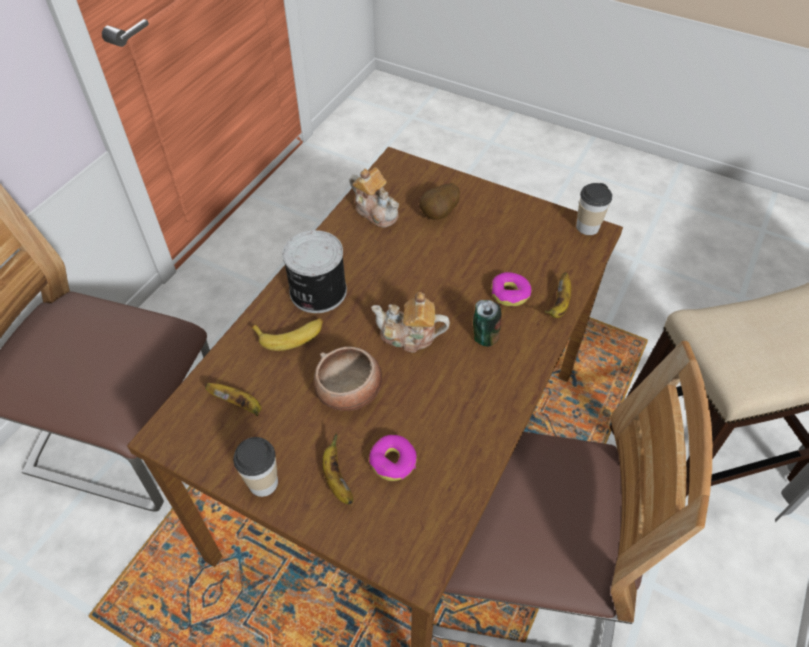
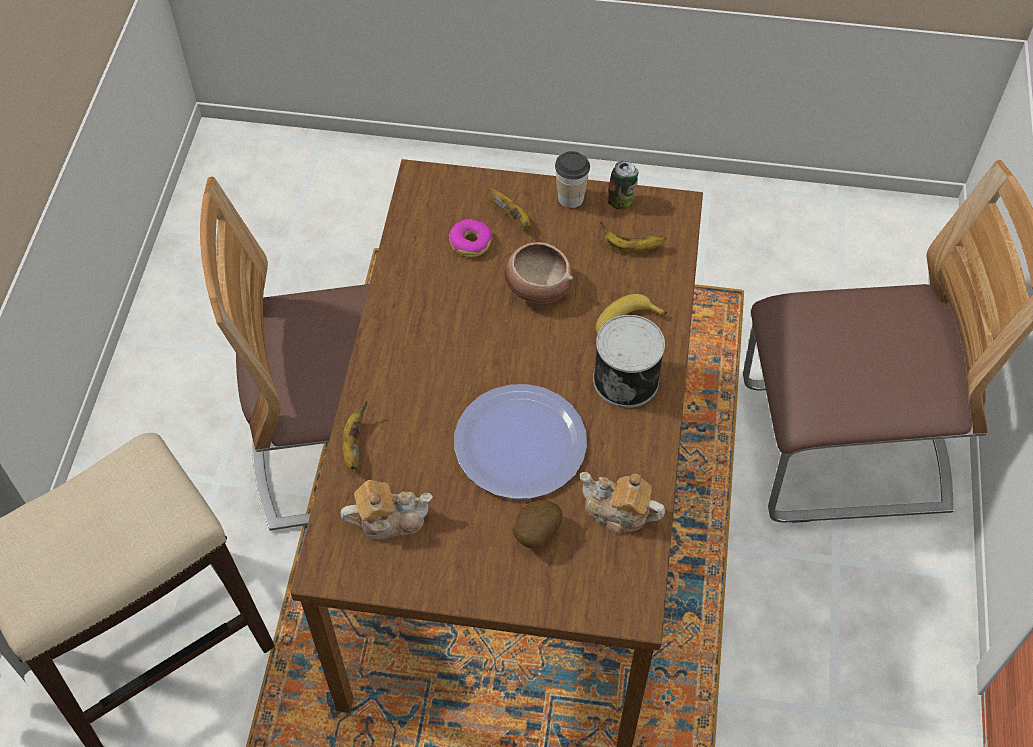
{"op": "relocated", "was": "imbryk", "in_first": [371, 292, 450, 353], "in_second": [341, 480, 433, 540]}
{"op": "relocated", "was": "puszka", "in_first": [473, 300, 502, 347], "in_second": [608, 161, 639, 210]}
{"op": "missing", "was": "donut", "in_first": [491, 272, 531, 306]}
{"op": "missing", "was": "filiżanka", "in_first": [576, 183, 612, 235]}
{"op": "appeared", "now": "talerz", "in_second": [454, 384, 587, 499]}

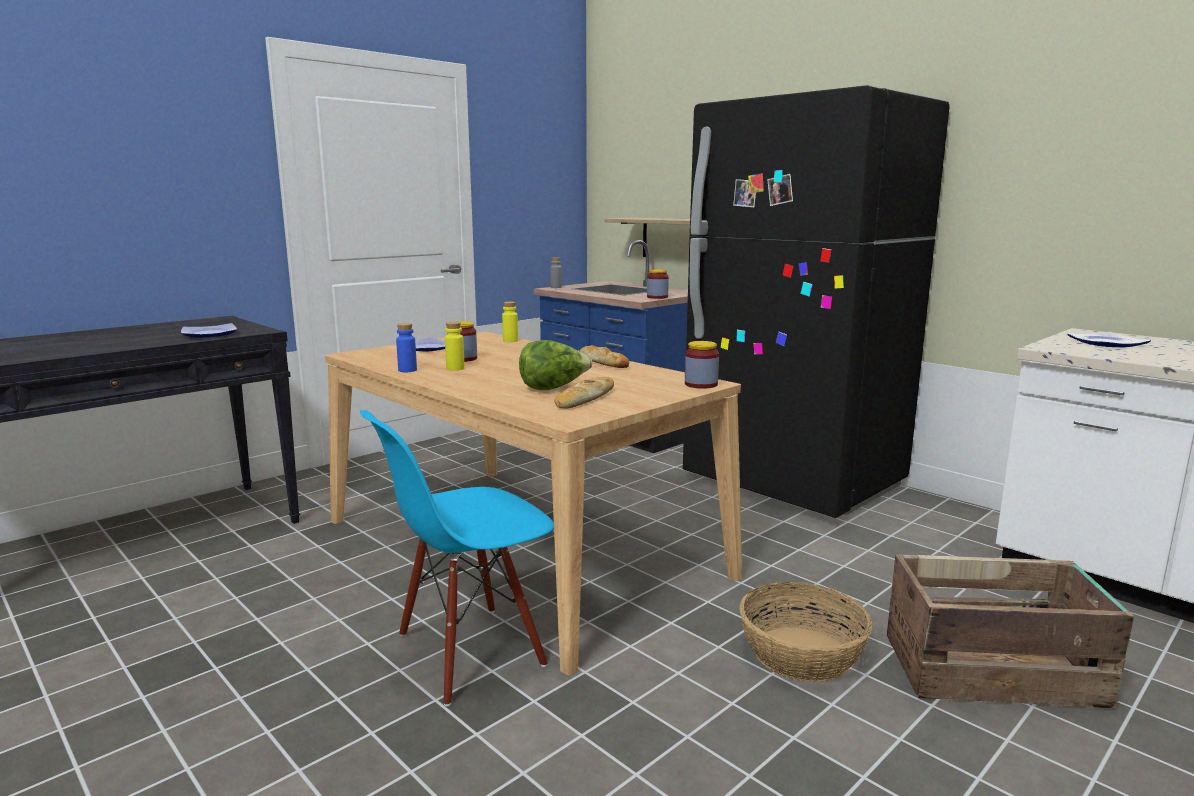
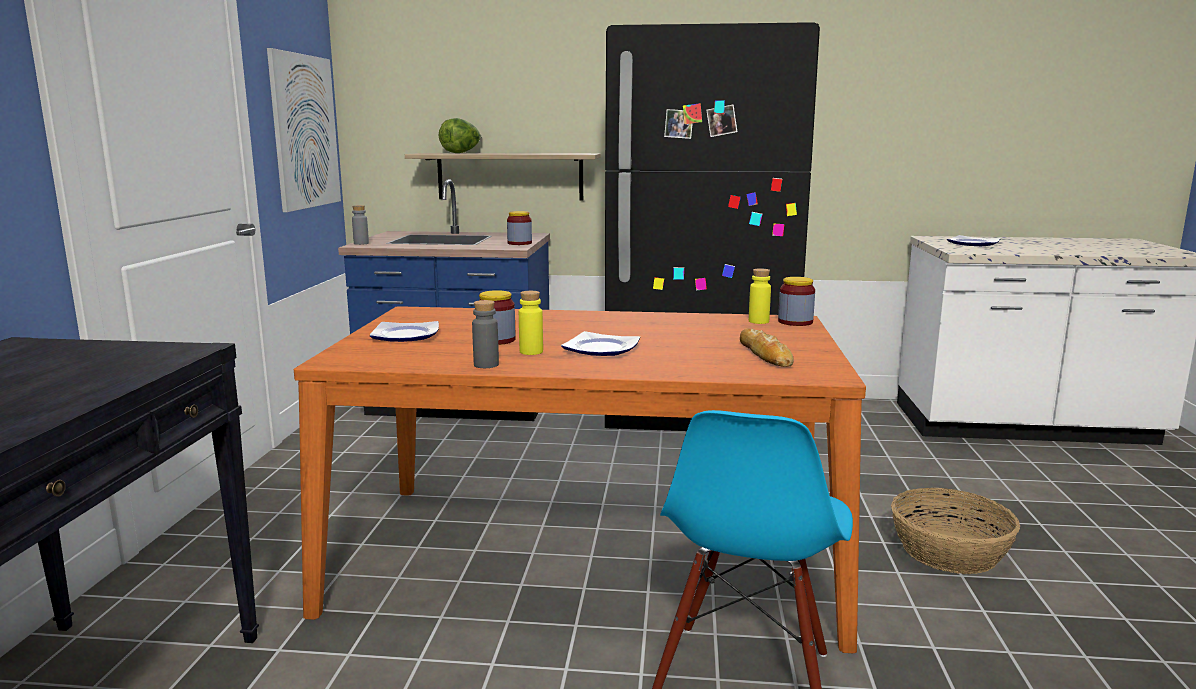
{"op": "relocated", "was": "talerz", "in_first": [181, 323, 237, 338], "in_second": [561, 331, 640, 356]}
{"op": "colour", "was": "stół jadalny (beżowy)", "now": "stół jadalny (pomarańczowy)", "in_first": [325, 332, 743, 676], "in_second": [294, 306, 866, 653]}
{"op": "colour", "was": "butelka (niebieski)", "now": "butelka (szary)", "in_first": [396, 323, 417, 372], "in_second": [472, 300, 499, 368]}
{"op": "relocated", "was": "butelka (żółty)", "in_first": [502, 301, 518, 342], "in_second": [749, 268, 771, 324]}
{"op": "relocated", "was": "sałata", "in_first": [519, 340, 592, 390], "in_second": [439, 118, 481, 153]}
{"op": "missing", "was": "chleb", "in_first": [579, 345, 629, 368]}
{"op": "missing", "was": "skrzynka", "in_first": [887, 554, 1134, 708]}
{"op": "appeared", "now": "obraz", "in_second": [267, 48, 341, 212]}

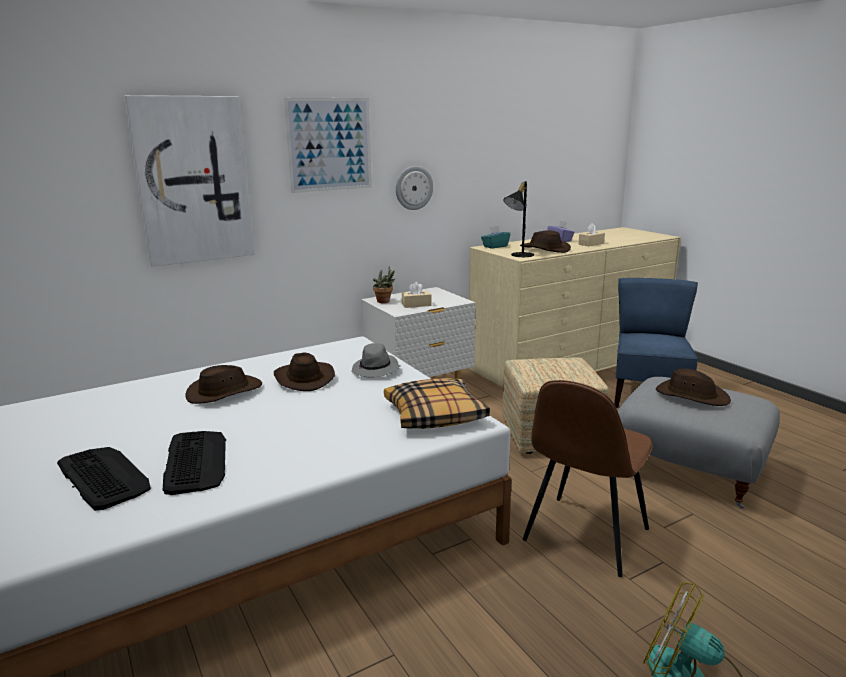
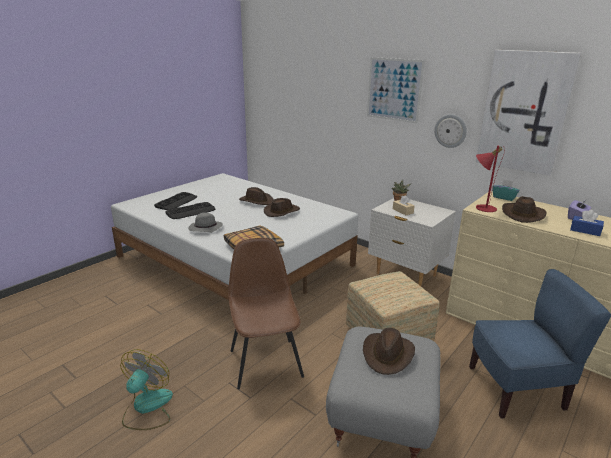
{"op": "relocated", "was": "obraz", "in_first": [124, 95, 255, 266], "in_second": [476, 50, 581, 176]}
{"op": "relocated", "was": "kapelusz (szary)", "in_first": [351, 343, 401, 378], "in_second": [188, 212, 223, 233]}
{"op": "colour", "was": "lampa stołowa (czarny)", "now": "lampa stołowa (czerwony)", "in_first": [503, 181, 534, 257], "in_second": [476, 146, 505, 212]}
{"op": "spun", "was": "krzesło (brązowy)", "in_first": [523, 380, 653, 577], "in_second": [228, 238, 304, 389], "clockwise": 60}
{"op": "colour", "was": "pudełko chusteczek (beżowy)", "now": "pudełko chusteczek (niebieski)", "in_first": [579, 223, 605, 246], "in_second": [570, 210, 604, 236]}

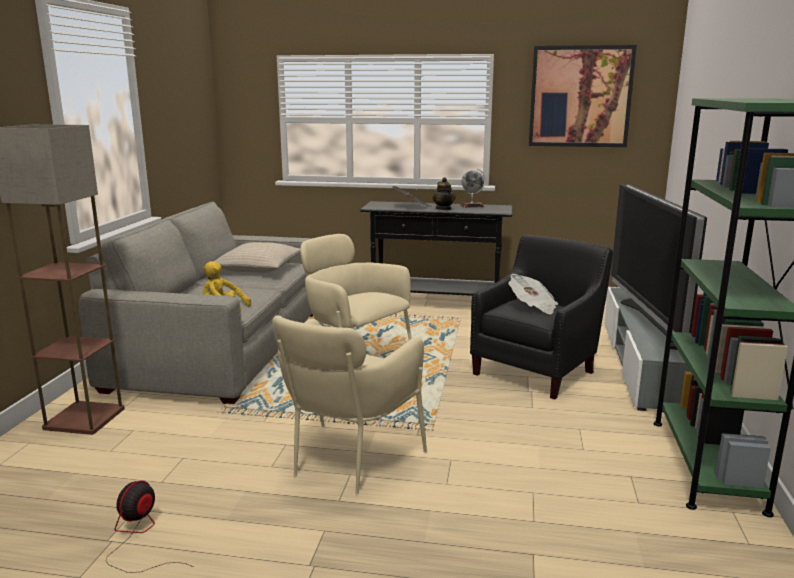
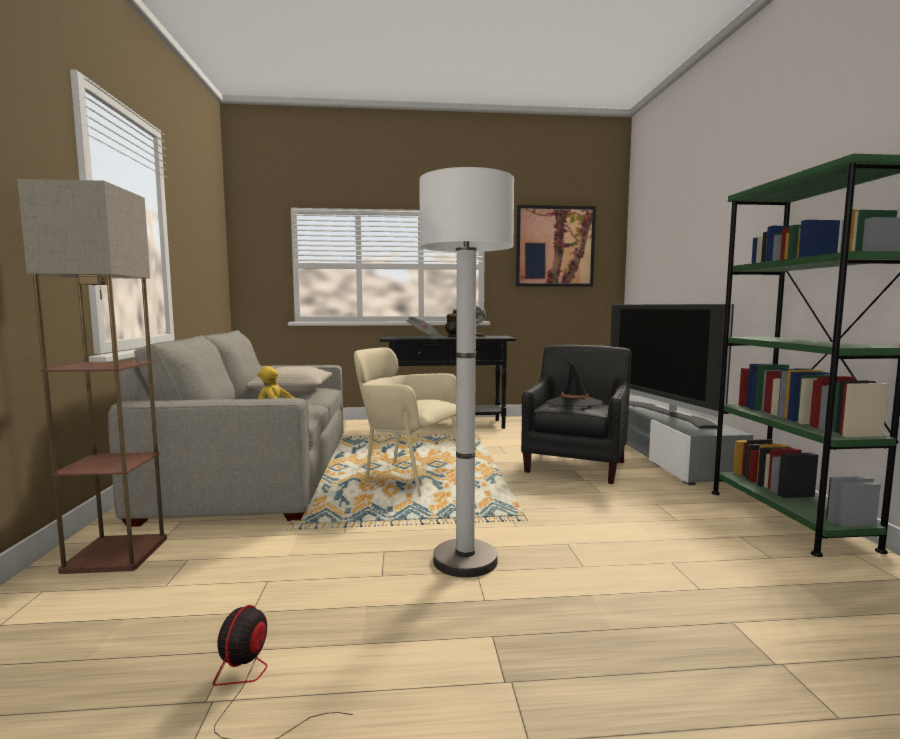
{"op": "exchanged", "was": "fotel (beżowy)", "now": "lampa stojąca (biały)", "in_first": [272, 315, 427, 494], "in_second": [419, 167, 514, 578]}
{"op": "exchanged", "was": "gazeta", "now": "kapelusz (czarny)", "in_first": [508, 274, 558, 314], "in_second": [546, 362, 604, 407]}

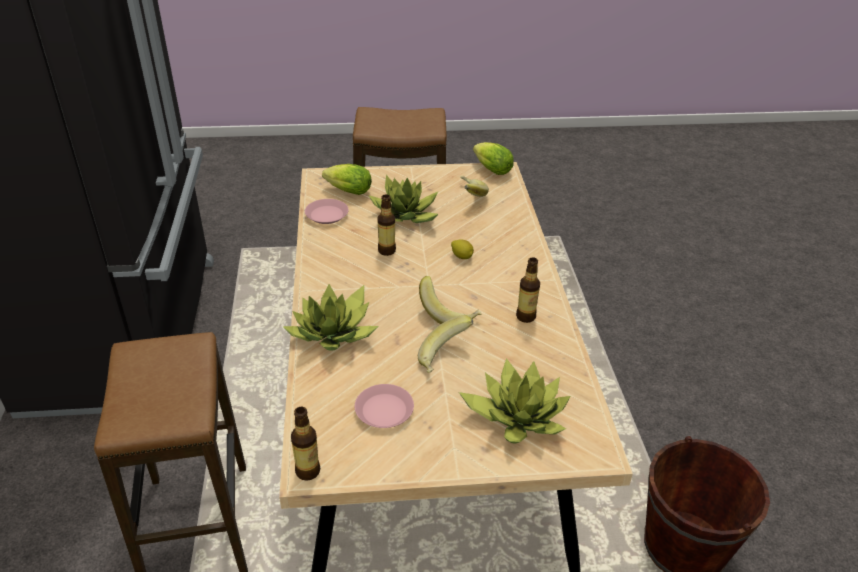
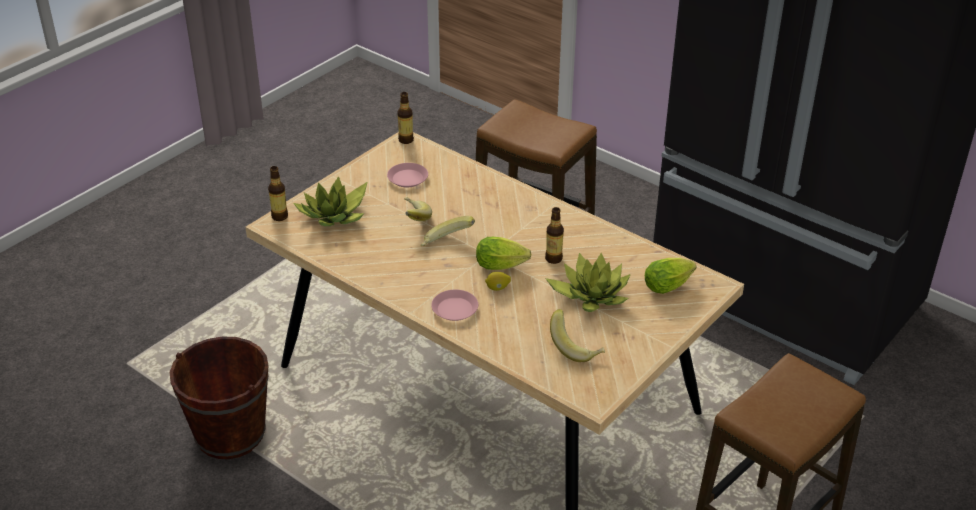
{"op": "missing", "was": "roślina doniczkowa", "in_first": [282, 284, 379, 351]}
{"op": "relocated", "was": "talerz (różowy)", "in_first": [305, 199, 349, 224], "in_second": [431, 290, 478, 321]}
{"op": "relocated", "was": "sałata", "in_first": [473, 142, 514, 175], "in_second": [476, 237, 532, 270]}
{"op": "relocated", "was": "butelka", "in_first": [516, 257, 540, 323], "in_second": [268, 166, 288, 221]}

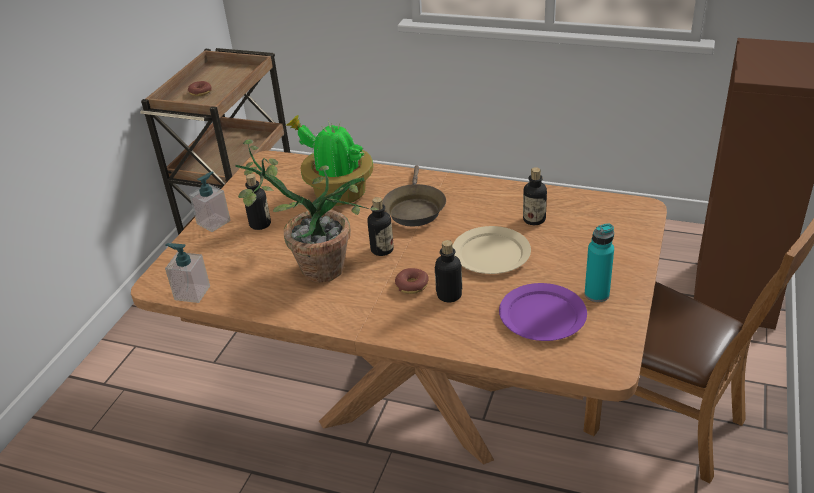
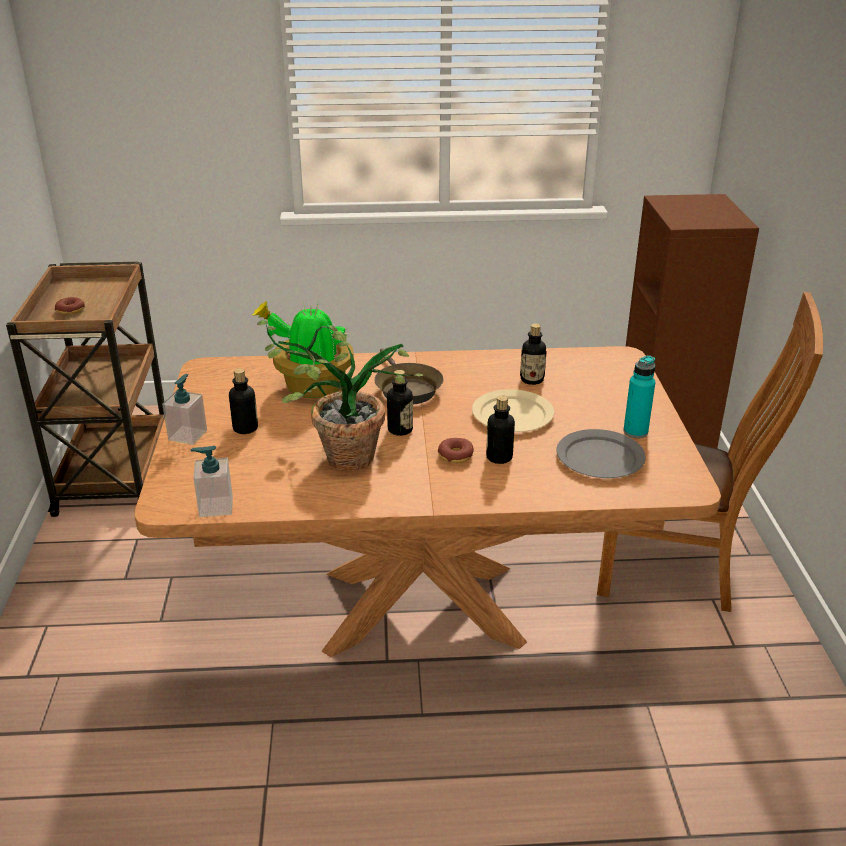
{"op": "colour", "was": "talerz (fioletowy)", "now": "talerz (szary)", "in_first": [499, 283, 587, 341], "in_second": [556, 429, 646, 478]}

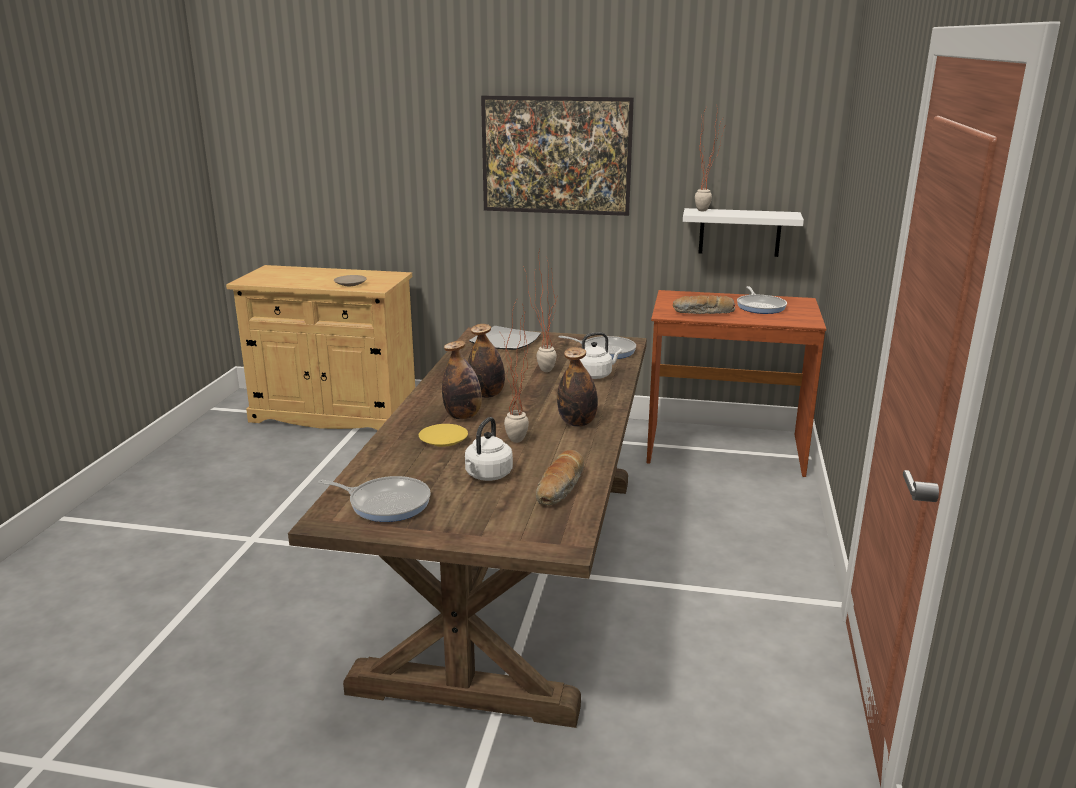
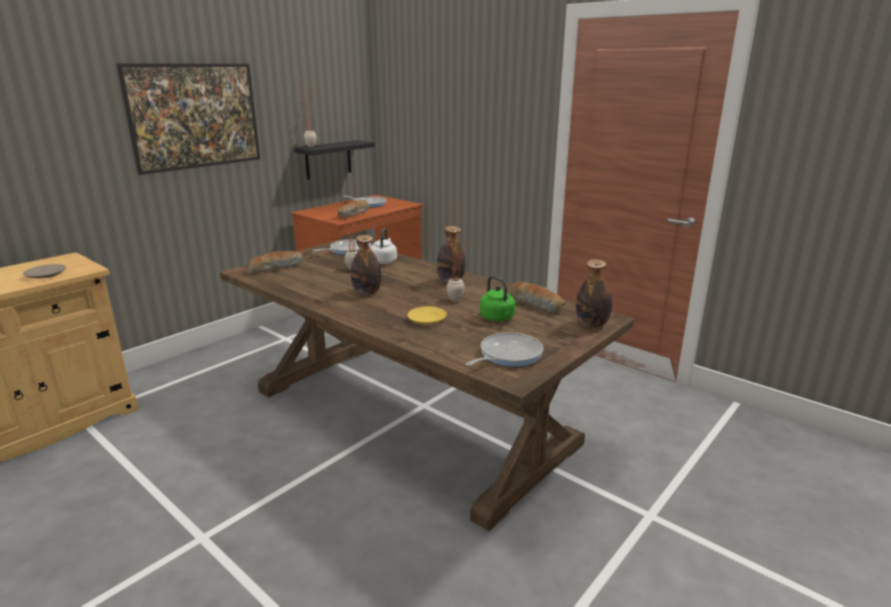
{"op": "relocated", "was": "butelka", "in_first": [442, 341, 482, 419], "in_second": [576, 259, 612, 328]}
{"op": "colour", "was": "czajnik (biały)", "now": "czajnik (zielony)", "in_first": [465, 417, 513, 481], "in_second": [480, 276, 516, 322]}
{"op": "exchanged", "was": "talerz", "now": "chleb", "in_first": [469, 326, 541, 350], "in_second": [248, 251, 303, 274]}
{"op": "colour", "was": "półka (biały)", "now": "półka (czarny)", "in_first": [683, 208, 804, 257], "in_second": [294, 140, 375, 180]}

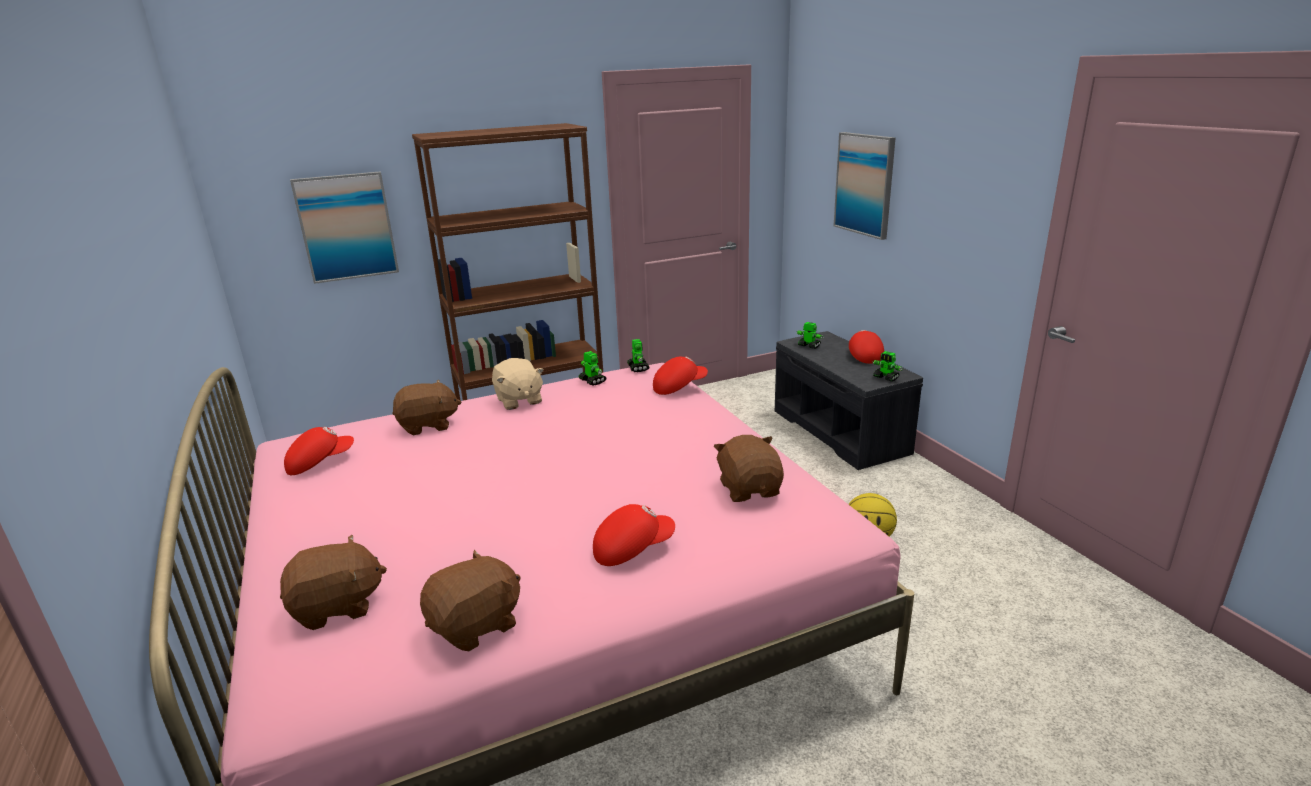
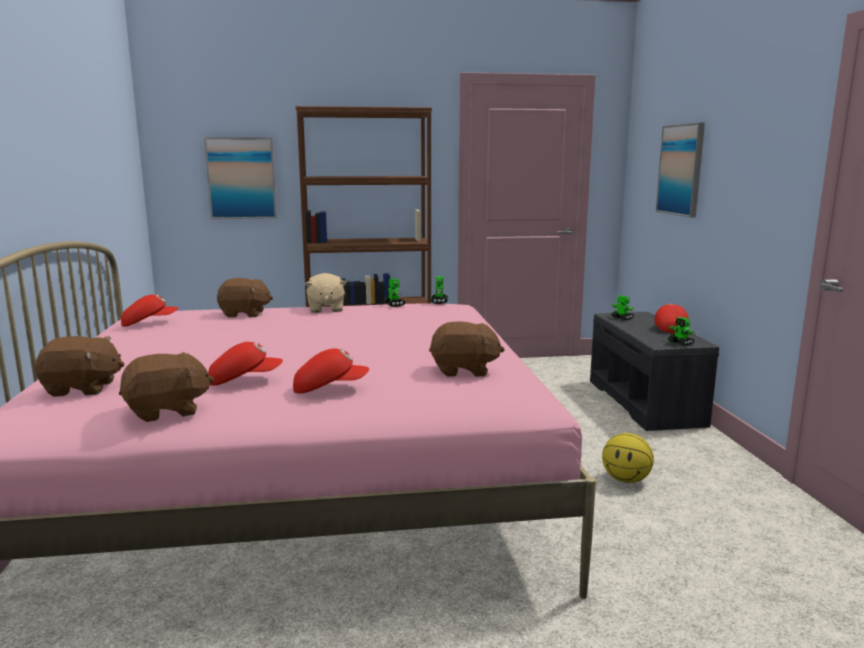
{"op": "relocated", "was": "czapka z daszkiem (czerwony)", "in_first": [653, 356, 708, 395], "in_second": [208, 342, 283, 386]}
{"op": "spun", "was": "pluszak (brązowy)", "in_first": [714, 435, 784, 502], "in_second": [429, 322, 505, 377], "clockwise": 90}

